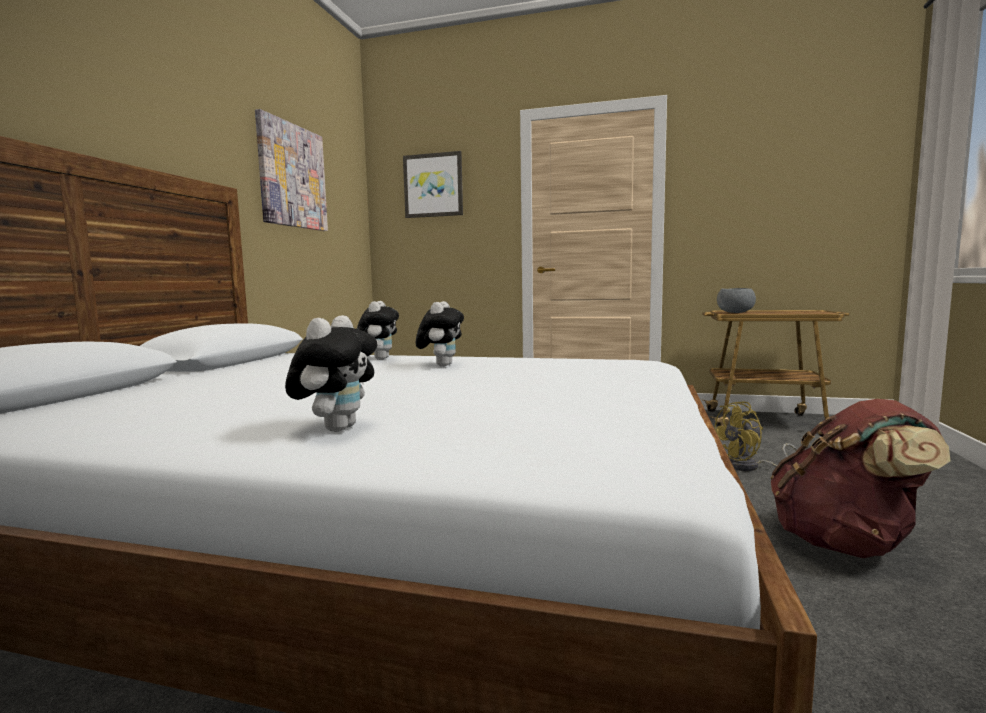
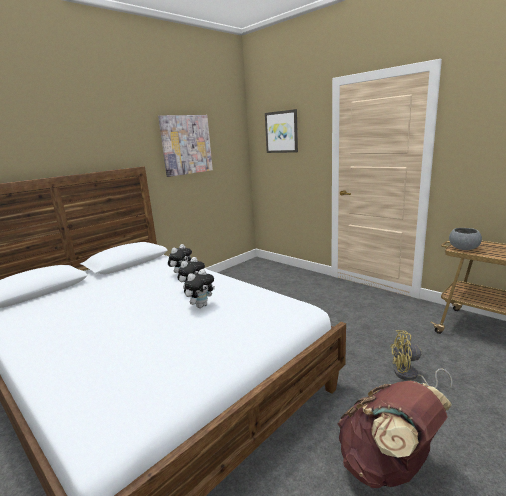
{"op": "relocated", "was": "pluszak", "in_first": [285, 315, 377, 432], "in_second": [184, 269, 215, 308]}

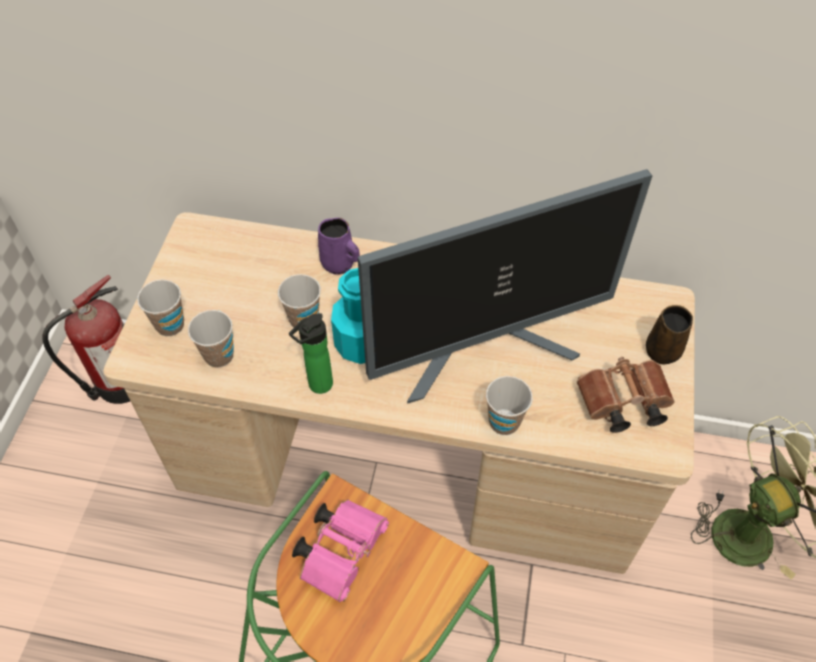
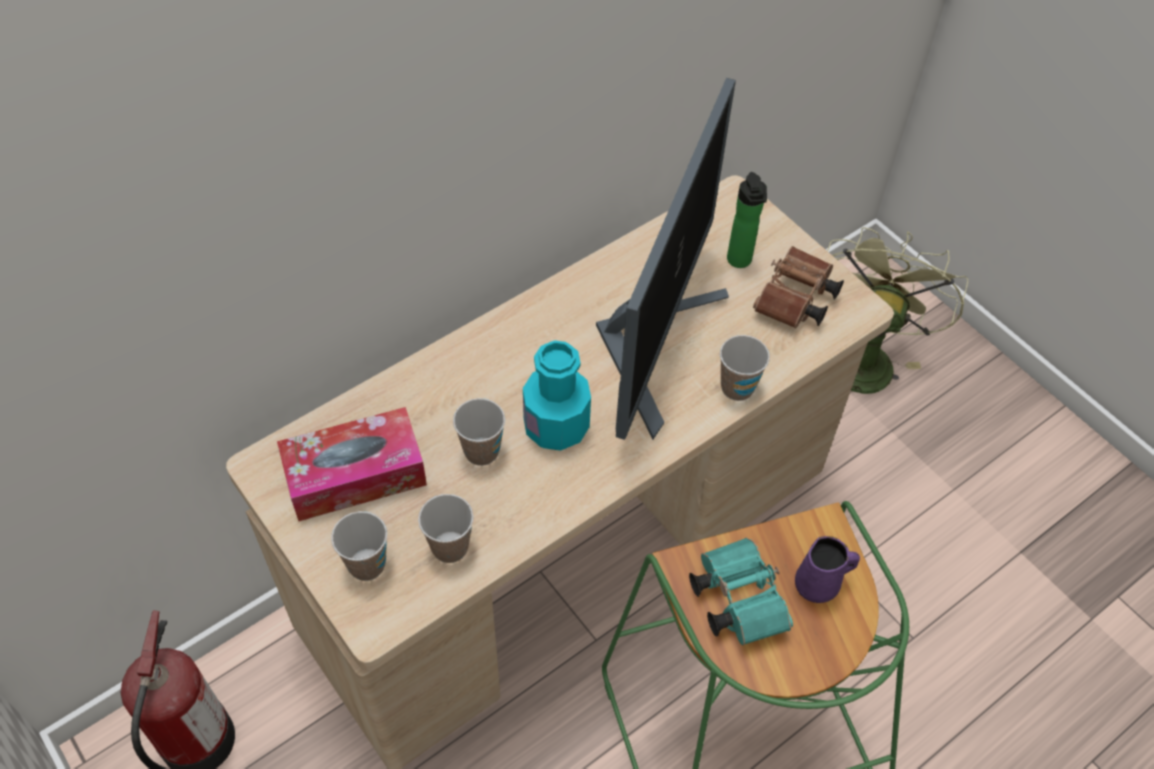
{"op": "relocated", "was": "butelka", "in_first": [289, 313, 333, 394], "in_second": [727, 172, 767, 268]}
{"op": "colour", "was": "lornetka (różowy)", "now": "lornetka (turkusowy)", "in_first": [292, 499, 389, 602], "in_second": [689, 538, 793, 645]}
{"op": "relocated", "was": "kubek (fioletowy)", "in_first": [318, 218, 360, 275], "in_second": [795, 536, 860, 603]}
{"op": "missing", "was": "kubek (brązowy)", "in_first": [646, 305, 693, 365]}
{"op": "appeared", "now": "pudełko chusteczek", "in_second": [277, 407, 427, 521]}

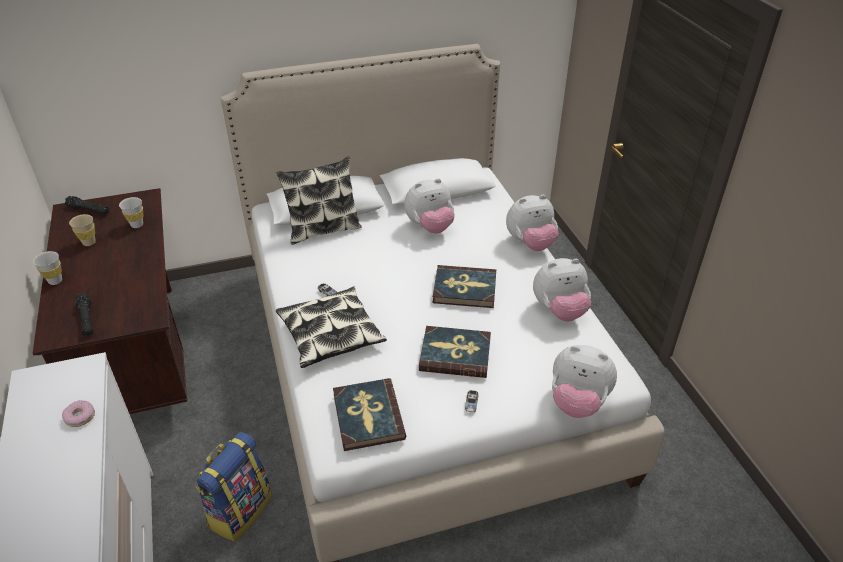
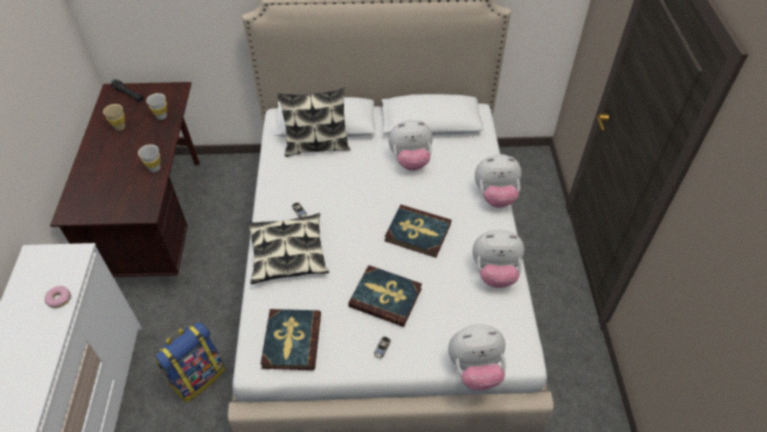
{"op": "relocated", "was": "filiżanka (biały)", "in_first": [33, 251, 62, 285], "in_second": [138, 144, 161, 172]}
{"op": "missing", "was": "latarka (czarny)", "in_first": [76, 293, 93, 337]}
{"op": "spun", "was": "pluszak", "in_first": [552, 345, 617, 418], "in_second": [448, 324, 506, 390], "clockwise": -45}

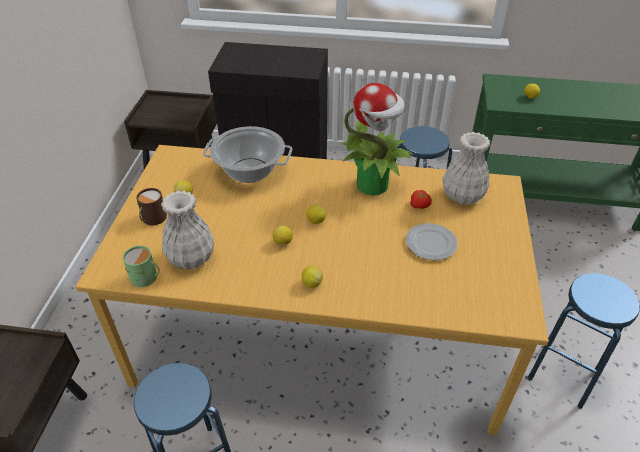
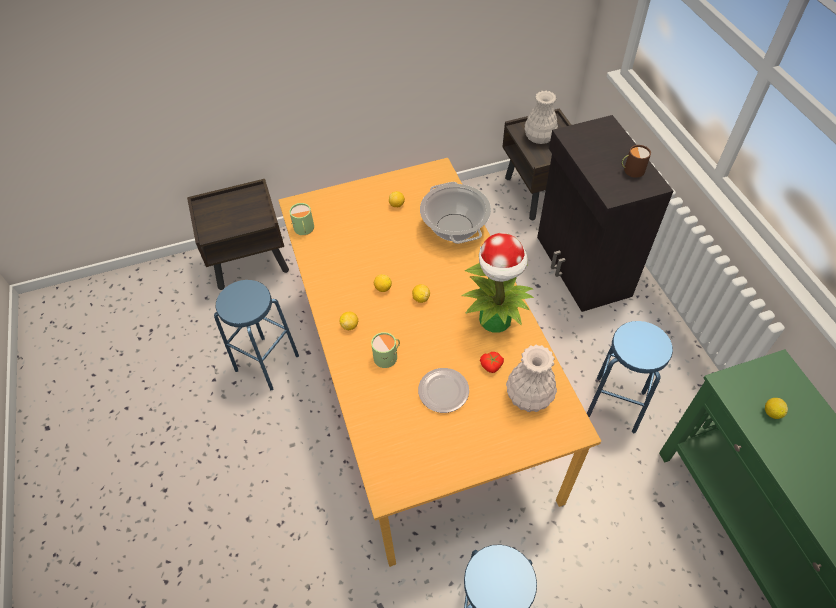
{"op": "relocated", "was": "kubek (brązowy)", "in_first": [136, 188, 167, 225], "in_second": [622, 145, 651, 178]}
{"op": "relocated", "was": "wazon (biały)", "in_first": [161, 191, 214, 269], "in_second": [525, 90, 558, 144]}
{"op": "appeared", "now": "kubek (zielony)", "in_second": [371, 332, 400, 368]}

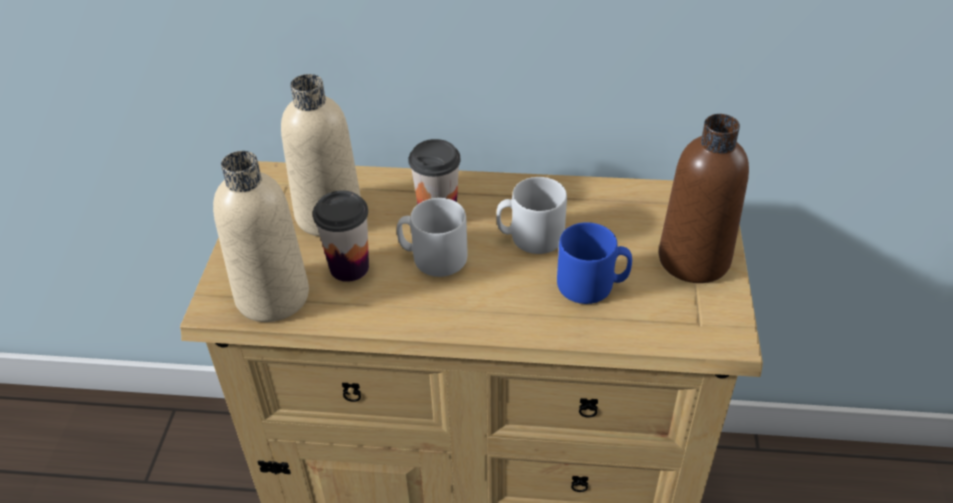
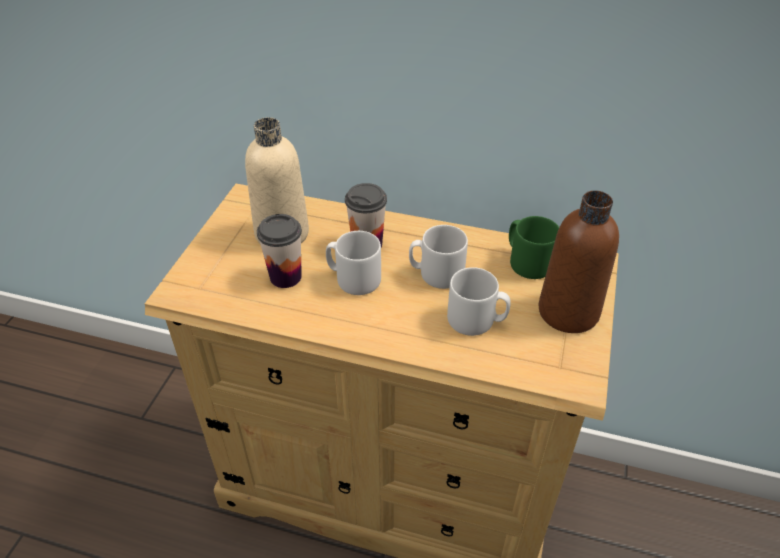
{"op": "missing", "was": "butelka (beżowy)", "in_first": [213, 151, 309, 322]}
{"op": "colour", "was": "kubek (niebieski)", "now": "kubek (szary)", "in_first": [557, 222, 632, 304], "in_second": [447, 267, 511, 336]}
{"op": "appeared", "now": "kubek (zielony)", "in_second": [509, 216, 559, 279]}

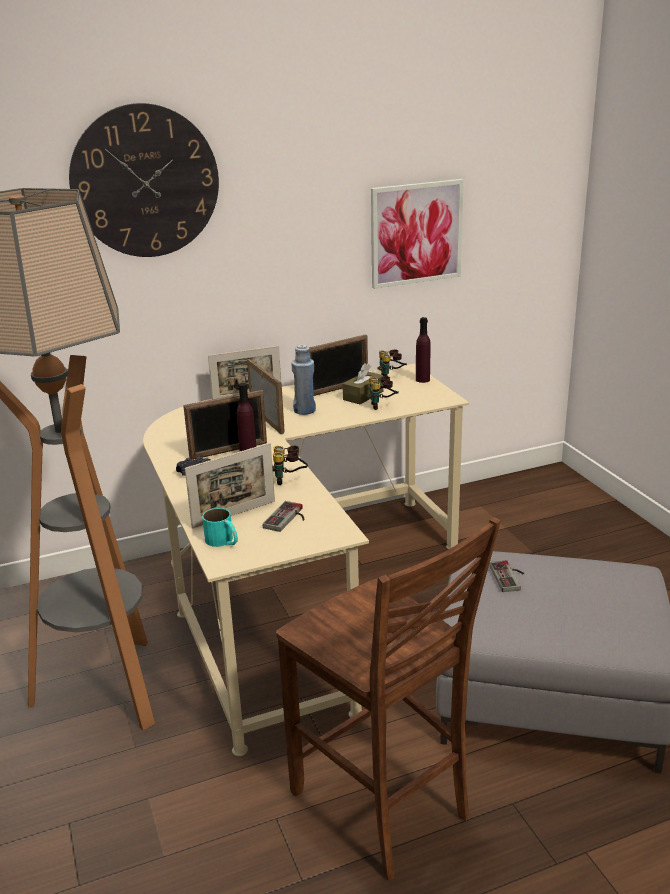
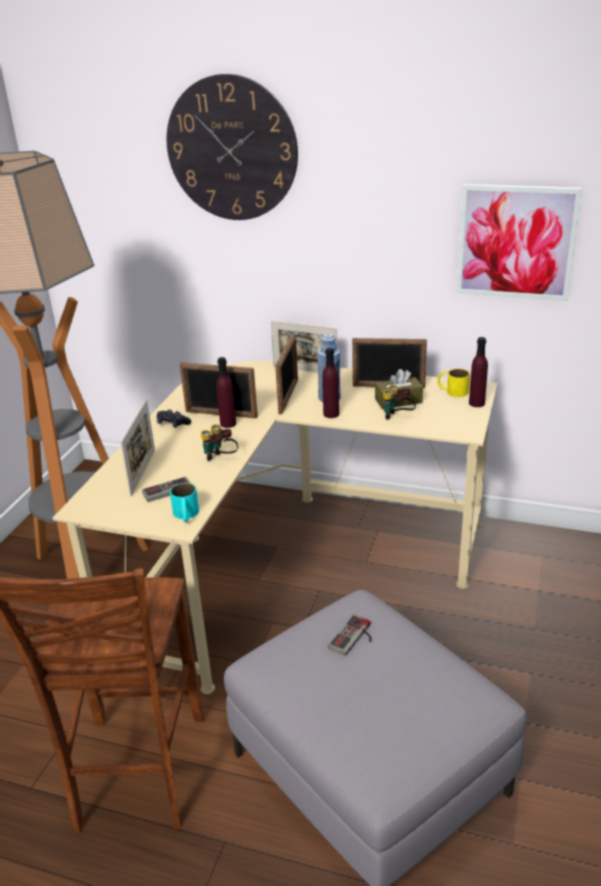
{"op": "spun", "was": "ramka na zdjęcie", "in_first": [185, 443, 275, 529], "in_second": [120, 399, 155, 496], "clockwise": -90}
{"op": "relocated", "was": "kubek (turkusowy)", "in_first": [202, 508, 238, 547], "in_second": [170, 483, 199, 522]}
{"op": "exchanged", "was": "lornetka", "now": "kubek (żółty)", "in_first": [377, 350, 407, 376], "in_second": [437, 369, 470, 397]}
{"op": "appeared", "now": "butelka (fioletowy)", "in_second": [322, 348, 339, 418]}

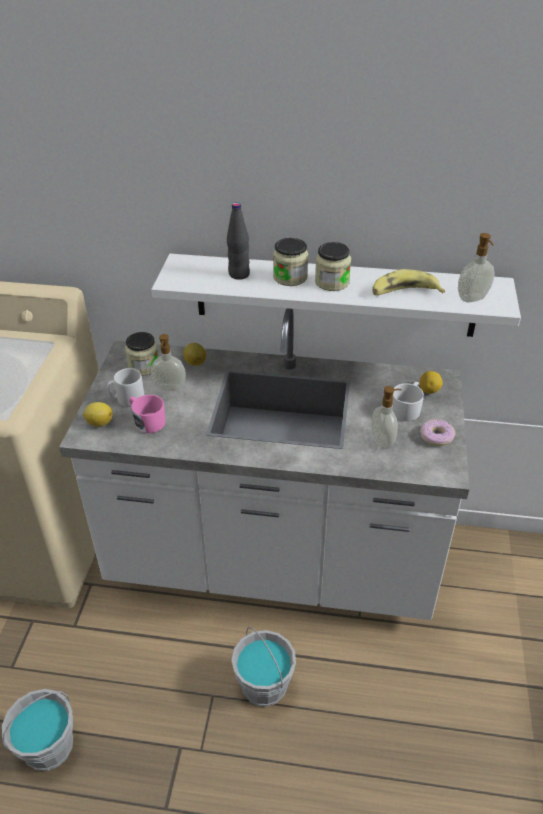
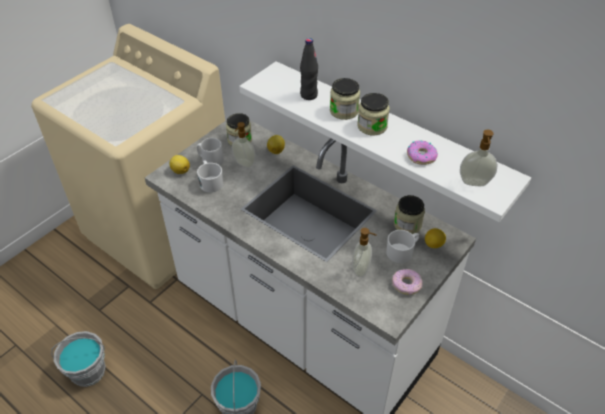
{"op": "colour", "was": "kubek (różowy)", "now": "kubek (biały)", "in_first": [129, 395, 165, 433], "in_second": [197, 160, 223, 193]}
{"op": "exchanged", "was": "banan", "now": "donut", "in_first": [372, 269, 445, 295], "in_second": [407, 140, 438, 165]}
{"op": "appeared", "now": "słoik", "in_second": [394, 195, 425, 234]}

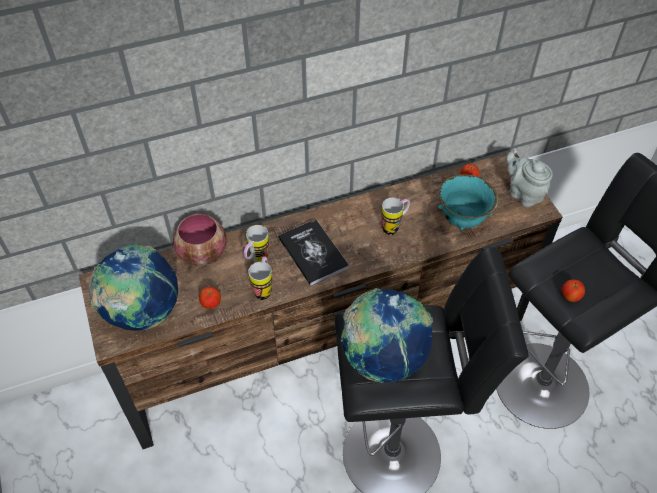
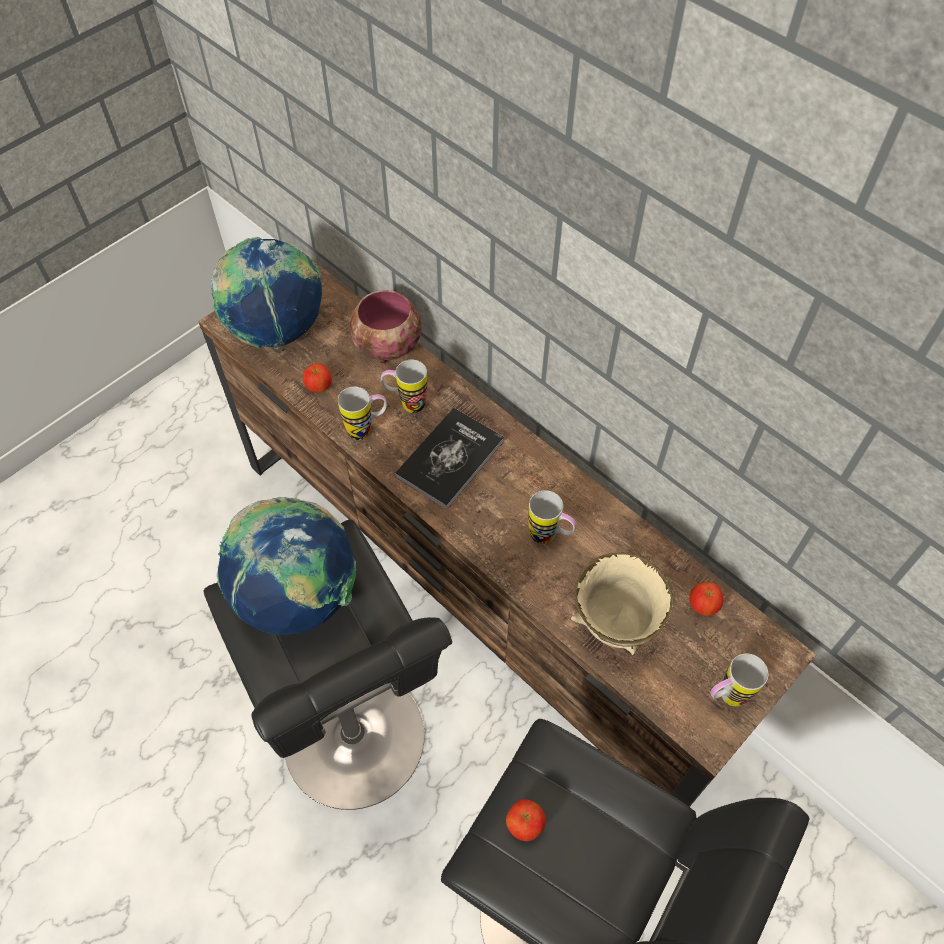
{"op": "colour", "was": "miska (turkusowy)", "now": "miska (beżowy)", "in_first": [438, 174, 499, 230], "in_second": [571, 553, 673, 656]}
{"op": "exchanged", "was": "imbryk (szary)", "now": "kubek", "in_first": [506, 148, 553, 207], "in_second": [710, 653, 768, 706]}

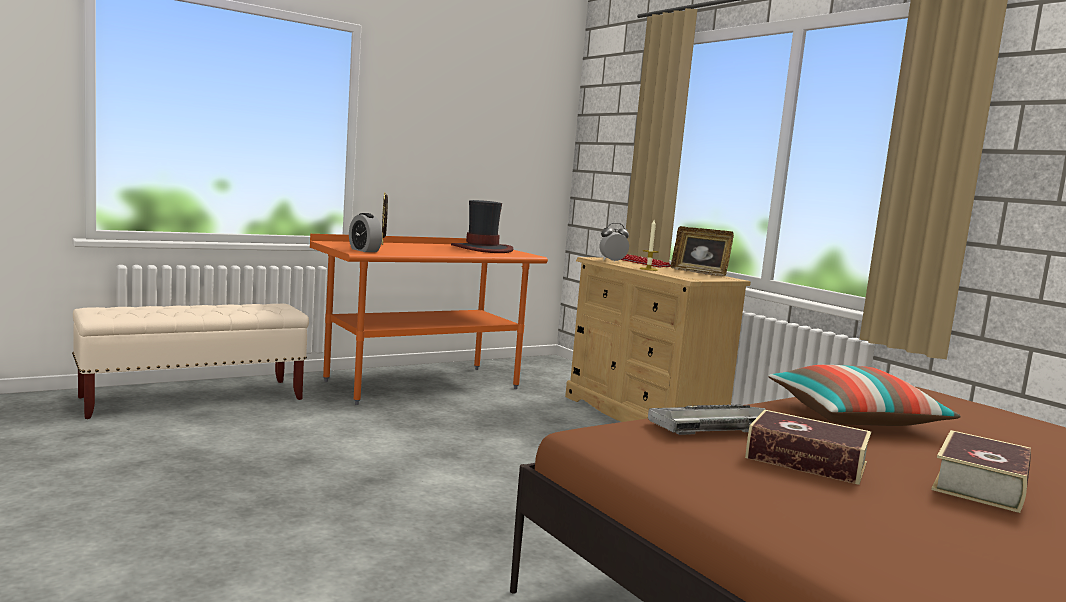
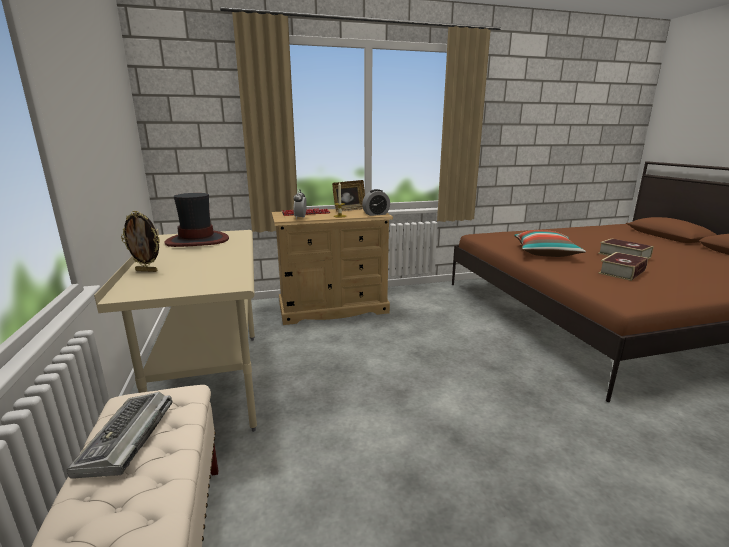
{"op": "colour", "was": "biurko (pomarańczowy)", "now": "biurko (beżowy)", "in_first": [310, 234, 548, 405], "in_second": [94, 229, 257, 432]}
{"op": "relocated", "was": "budzik", "in_first": [349, 213, 382, 252], "in_second": [362, 189, 390, 216]}
{"op": "relocated", "was": "klawiatura", "in_first": [648, 404, 766, 435], "in_second": [67, 392, 173, 478]}

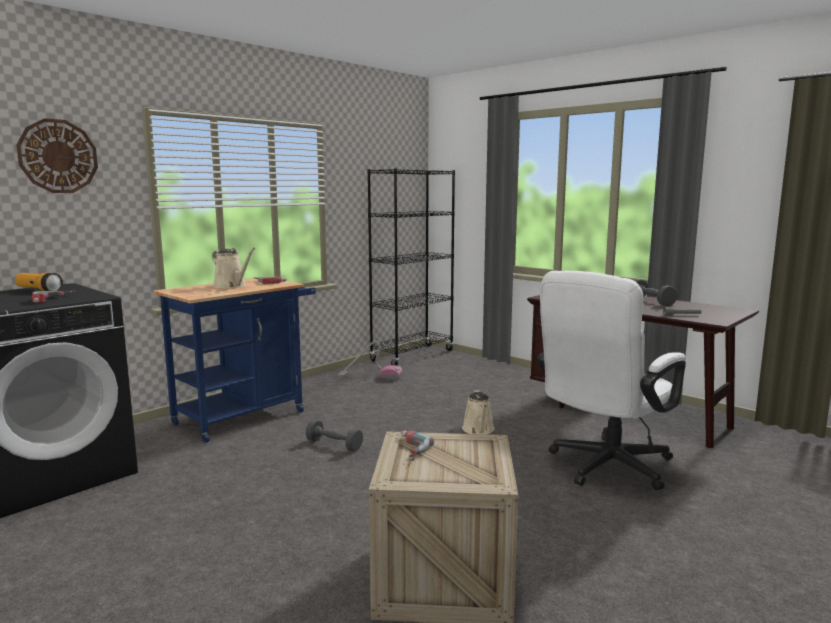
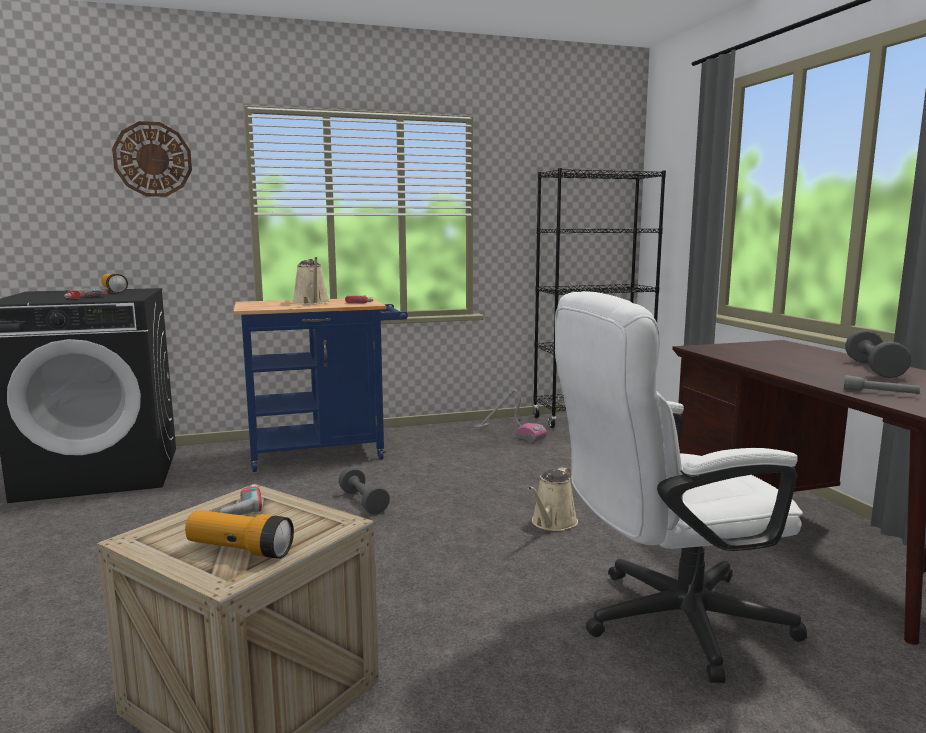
{"op": "appeared", "now": "latarka", "in_second": [185, 510, 294, 559]}

